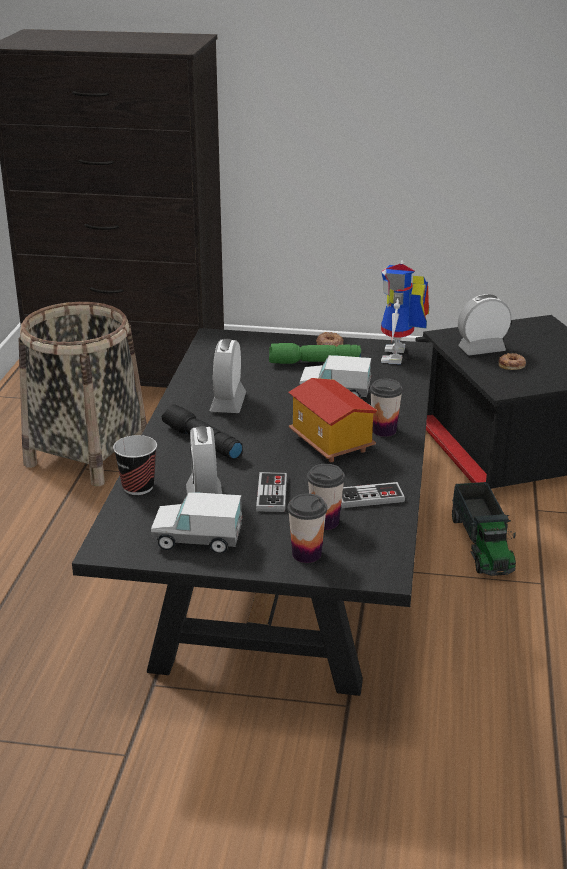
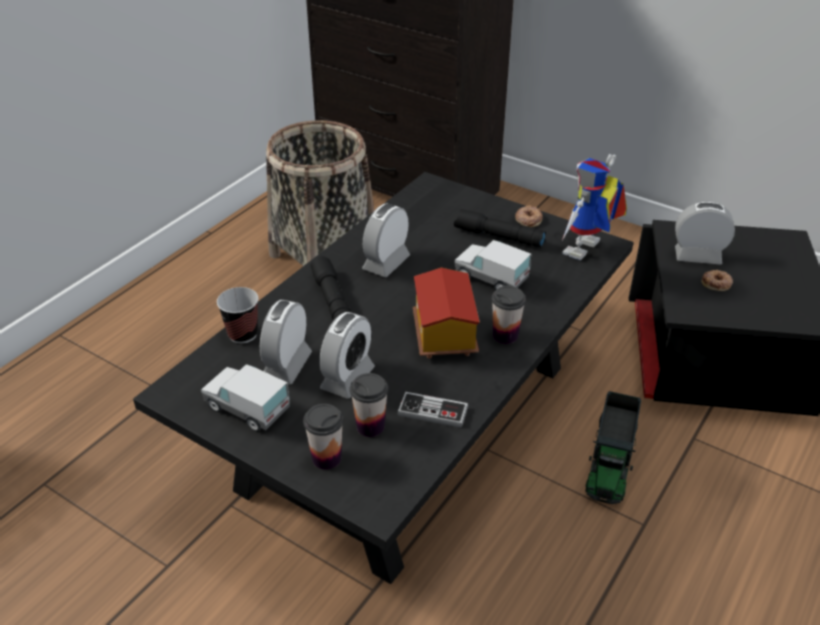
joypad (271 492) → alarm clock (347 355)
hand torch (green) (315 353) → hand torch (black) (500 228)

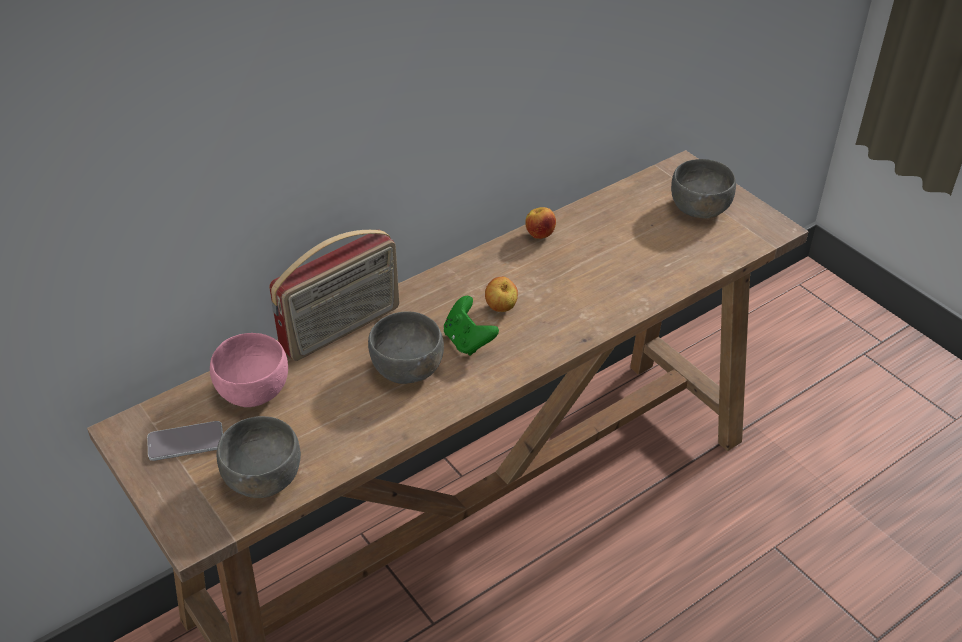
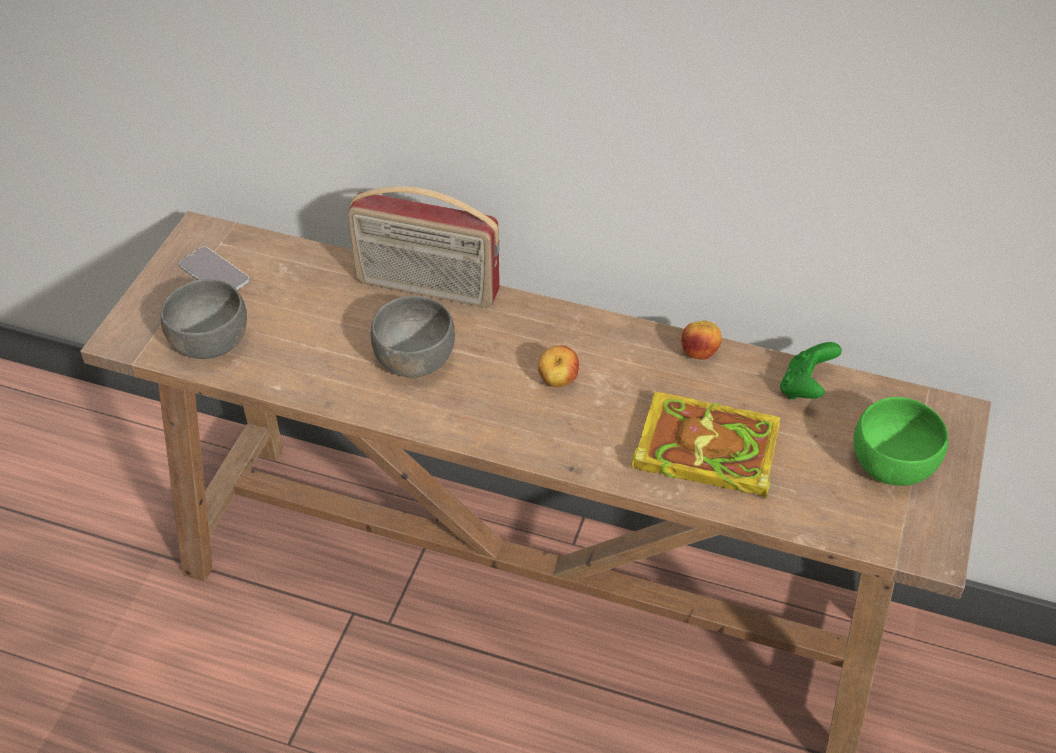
- → bound book (705 445)
joypad (green) (471 326) → joypad (green) (811 370), relocated
deep dish (gray) (703 188) → deep dish (green) (901 441)
deep dish (pinkish) (249 370) → -

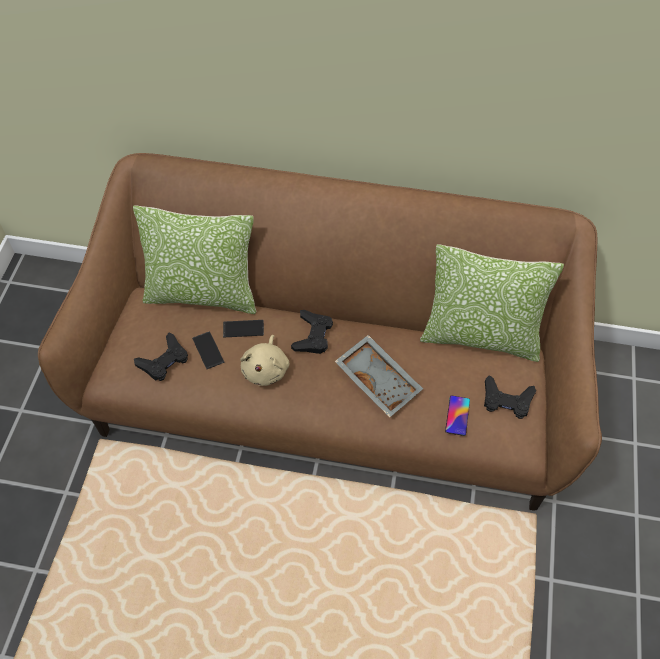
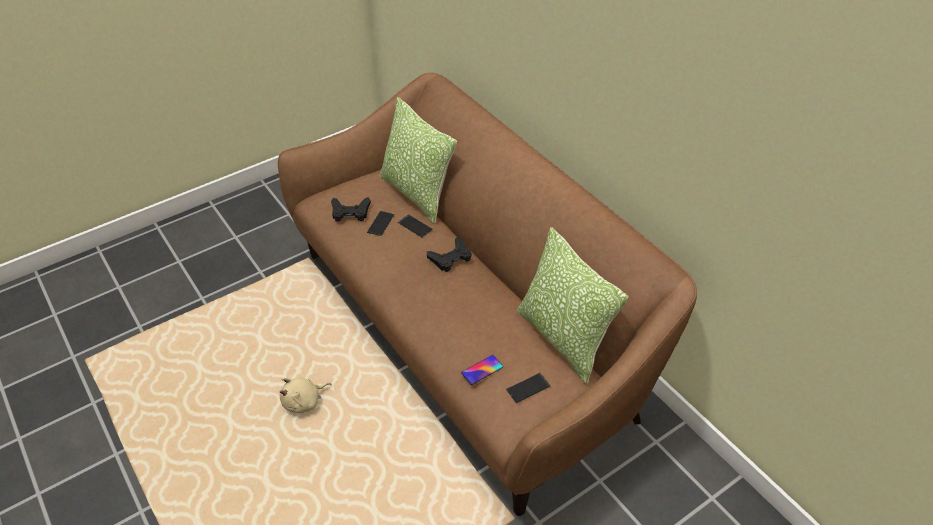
plush toy (sand-coloured) (264 360) → plush toy (sand-coloured) (305 395), relocated
joypad (black) (510 397) → handset (528 388)
serving tray (gray) (379 376) → -

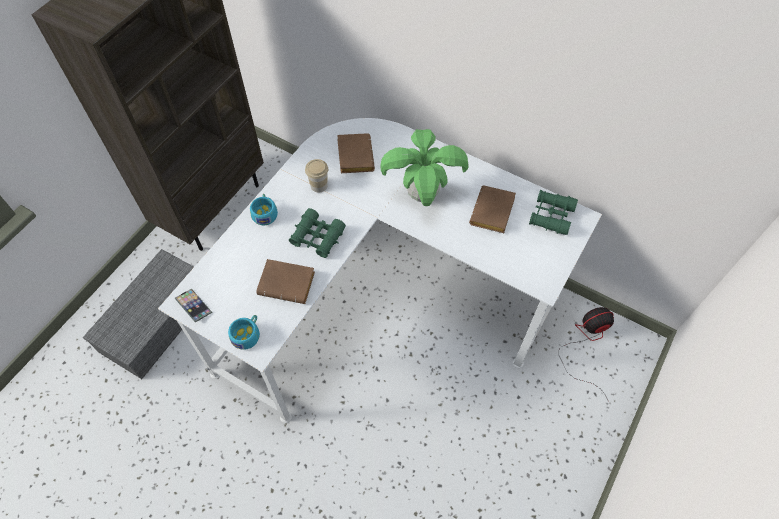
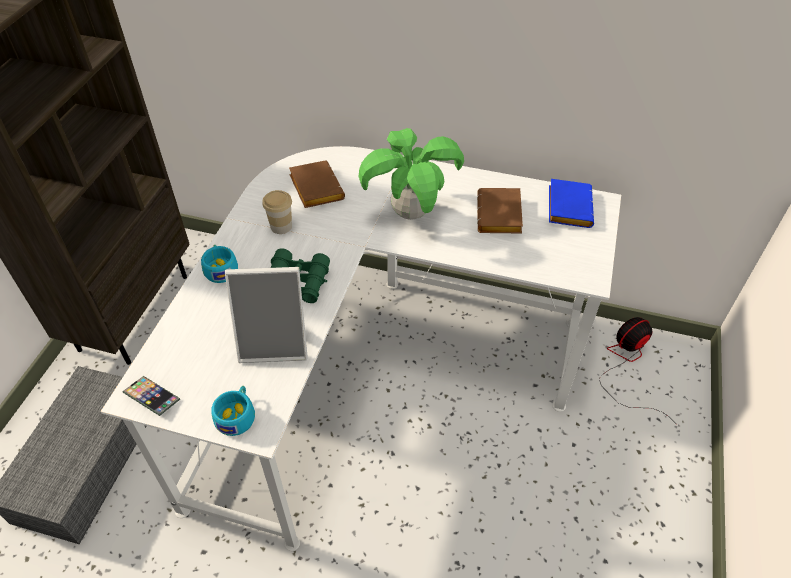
bound book (brownish) (285 281) → photo frame (266 315)
binoculars (green) (553 212) → bound book (blue) (571 203)

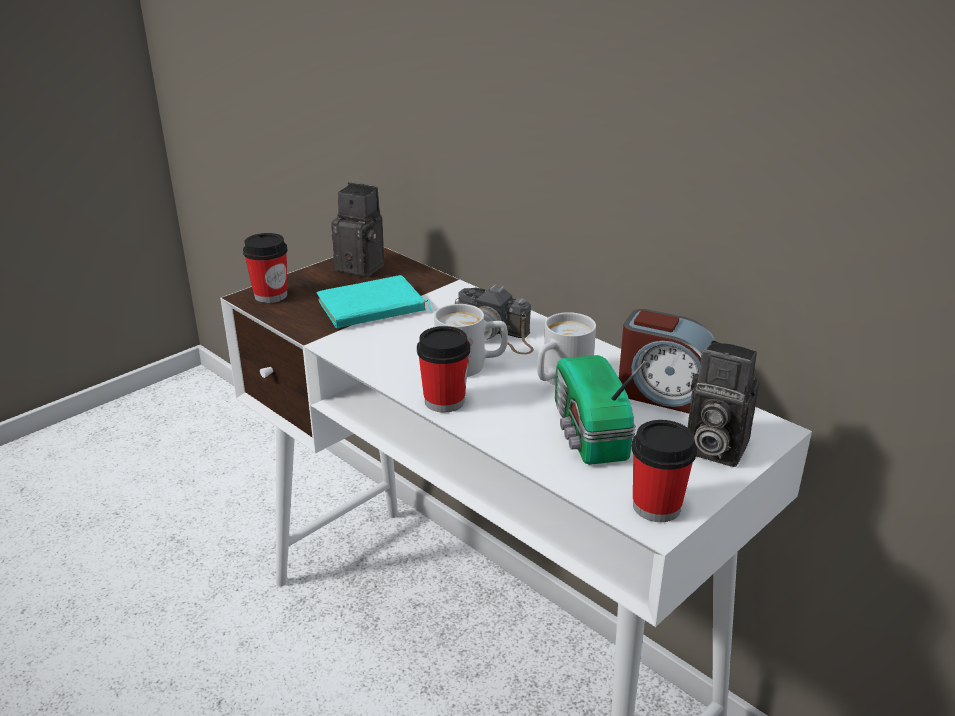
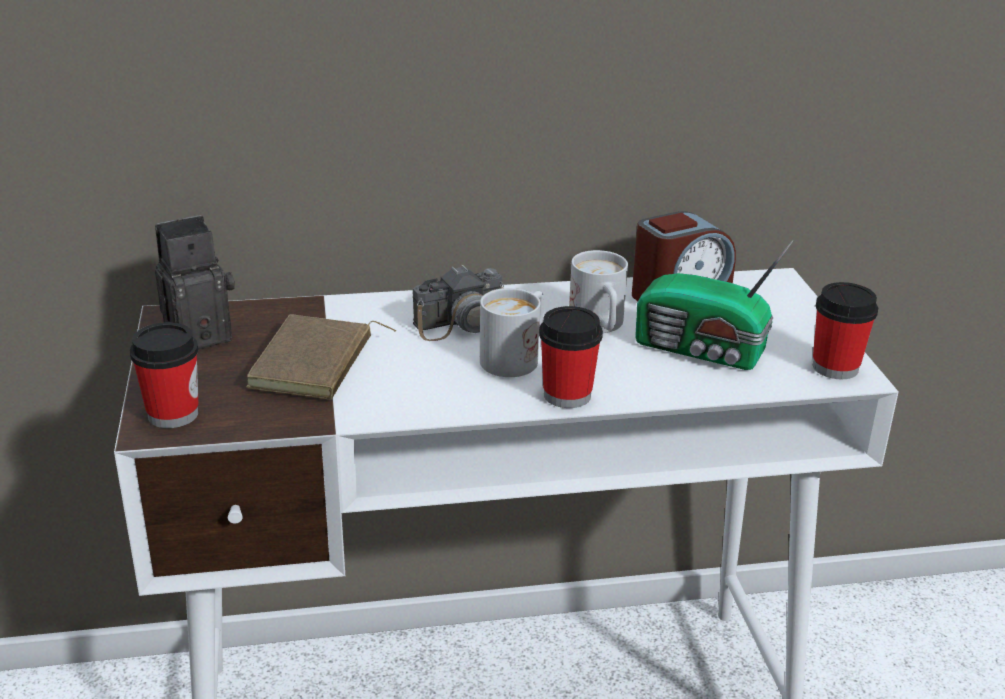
bound book (turquoise) (375 301) → bound book (brownish) (321 357)
still camera (724 404) → -

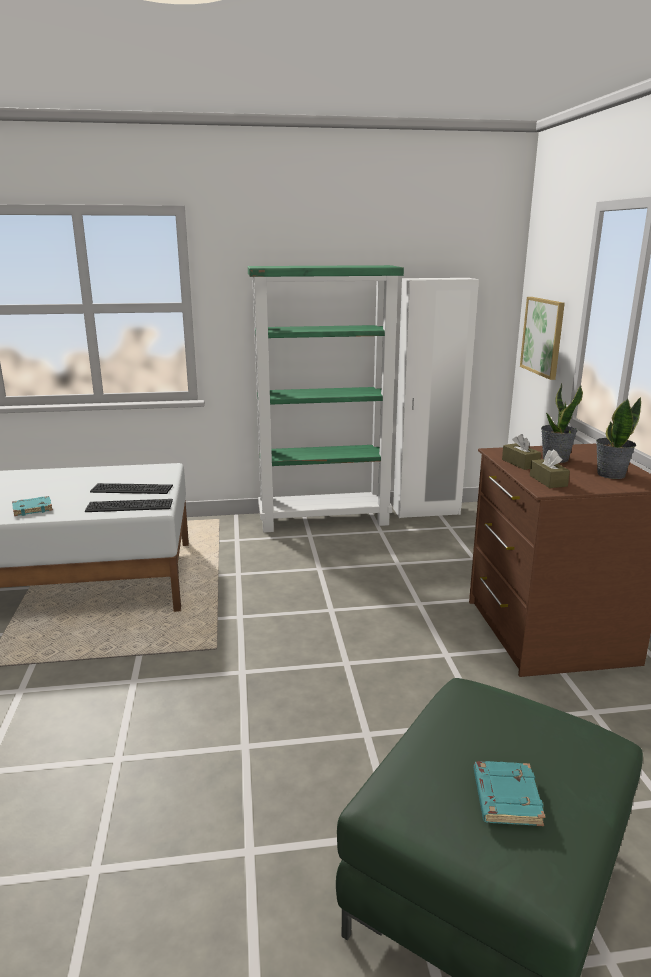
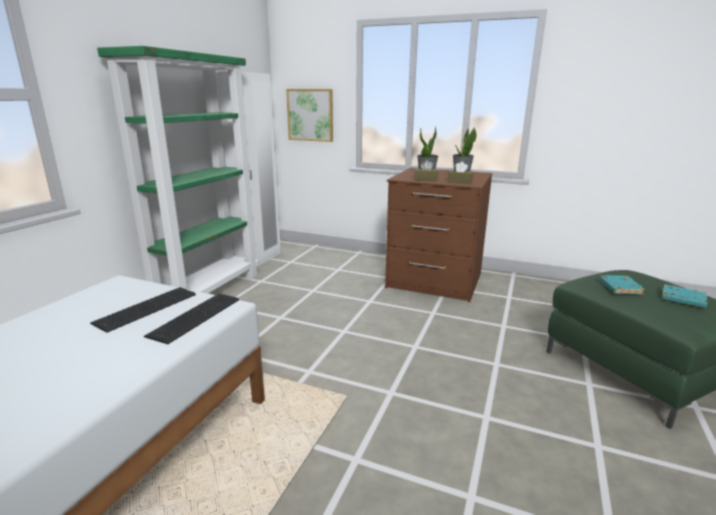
bound book (turquoise) (32 506) → bound book (turquoise) (622 285), relocated

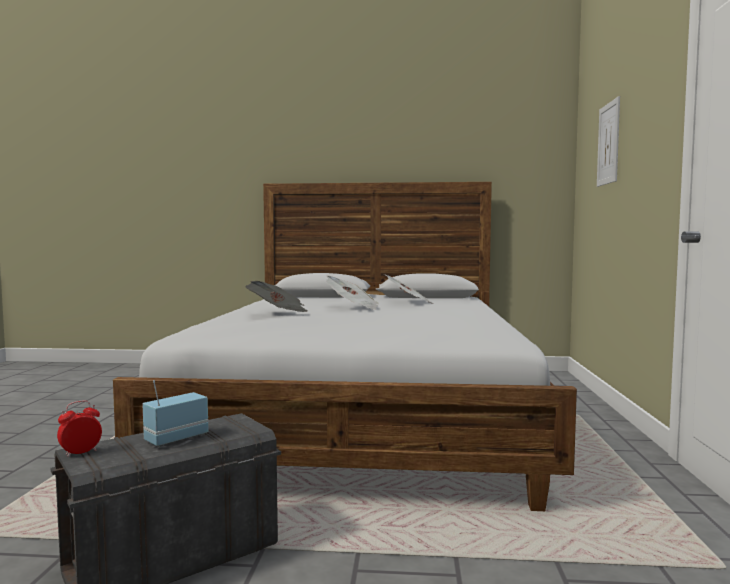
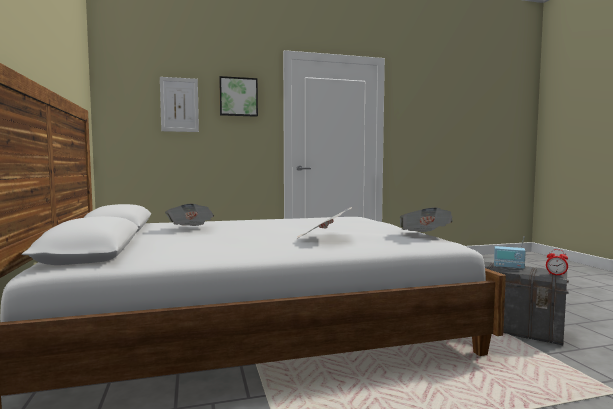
- → picture (238 96)
newspaper (352 292) → newspaper (426 219), relocated

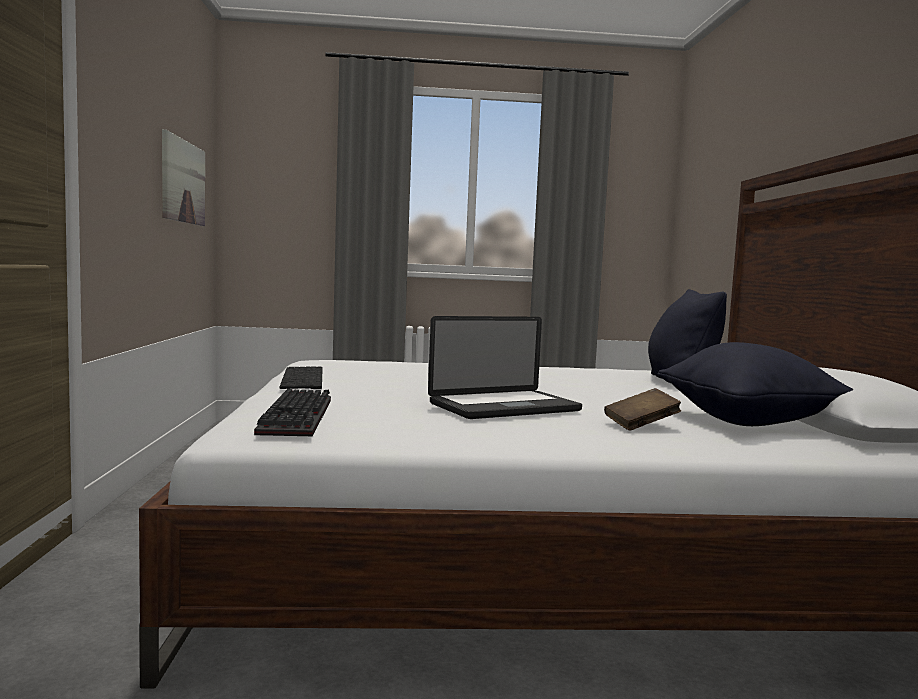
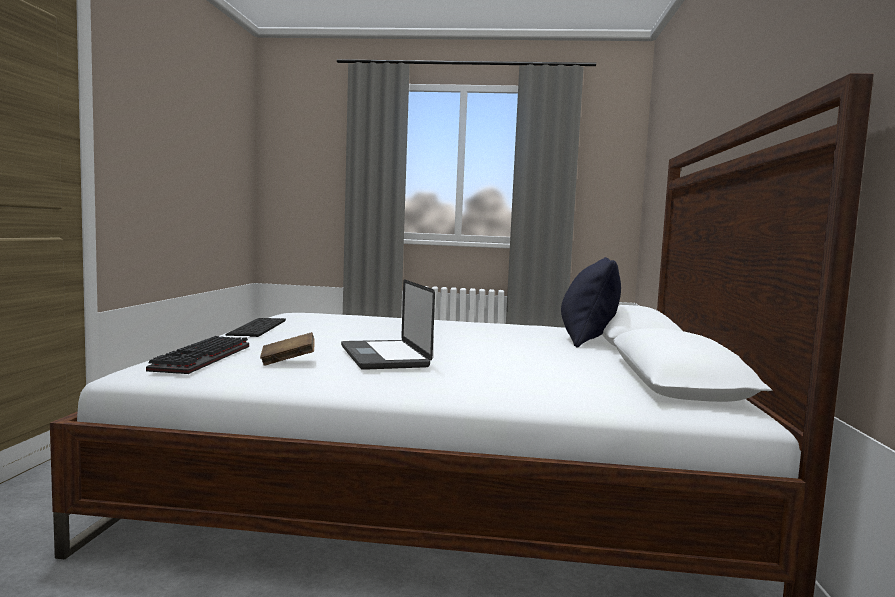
bound book (brownish) (642 409) → bound book (brownish) (287 349), relocated
laptop (505 367) → laptop (388 324), 90 degrees clockwise
picture (183 177) → -
cushion (black) (755 384) → -

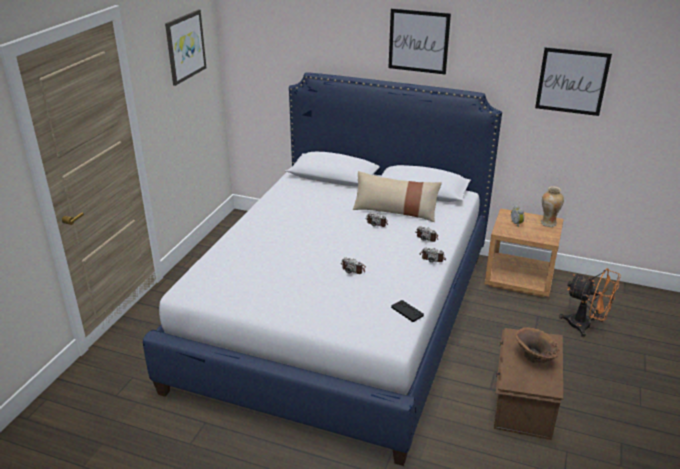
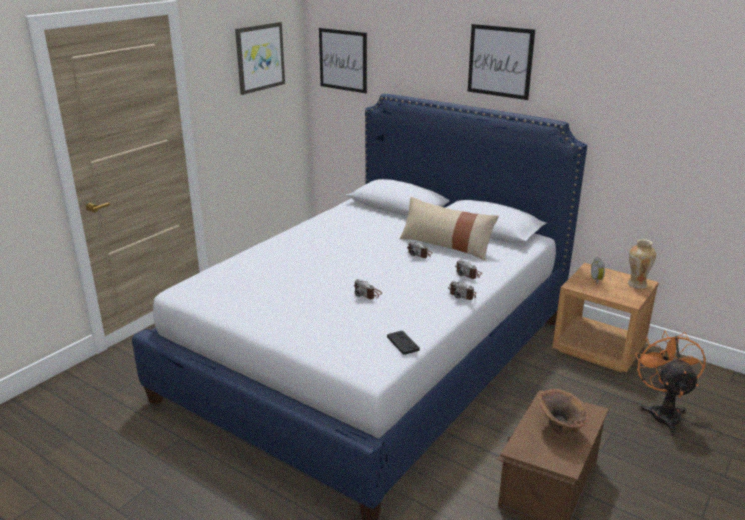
picture (573 81) → picture (343 60), relocated
cooling fan (orange-coloured) (590 302) → cooling fan (orange-coloured) (670 382), 135 degrees counterclockwise

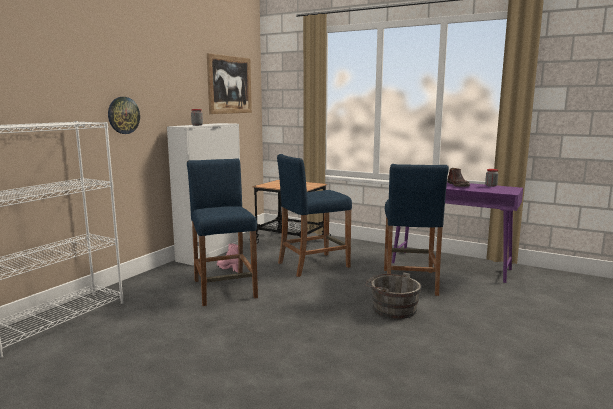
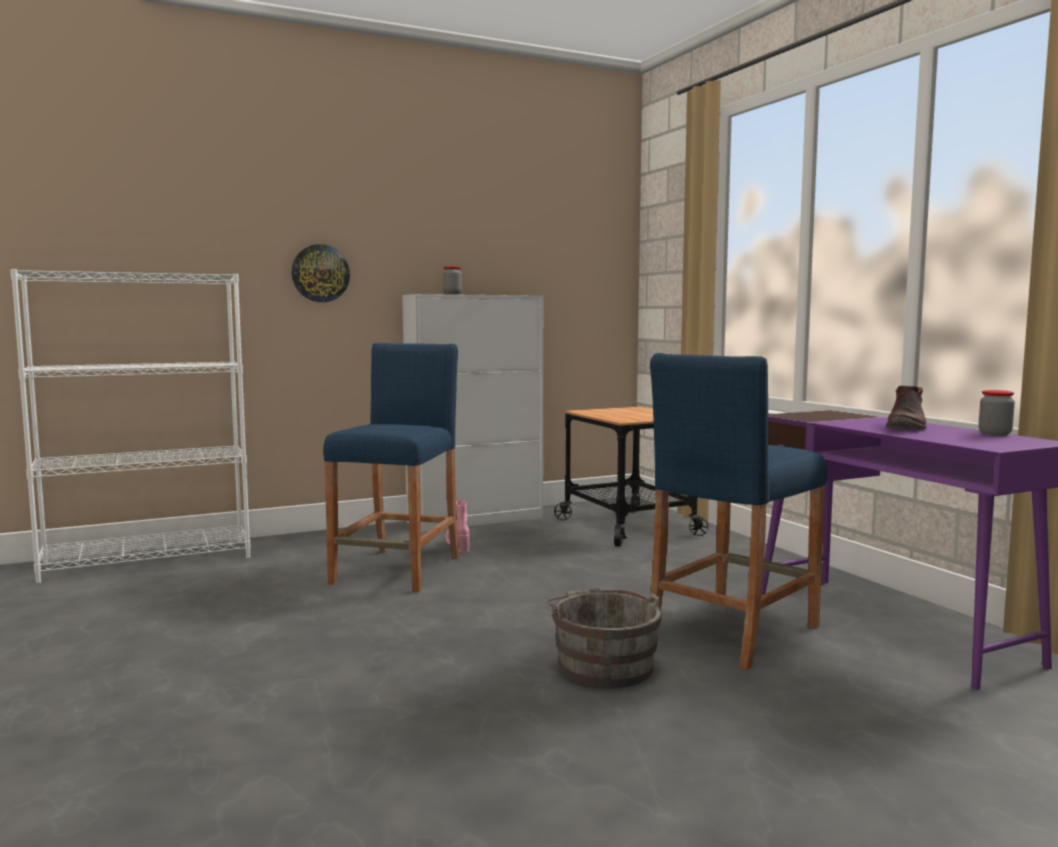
picture (229 83) → -
stool seat (blue) (314 215) → -

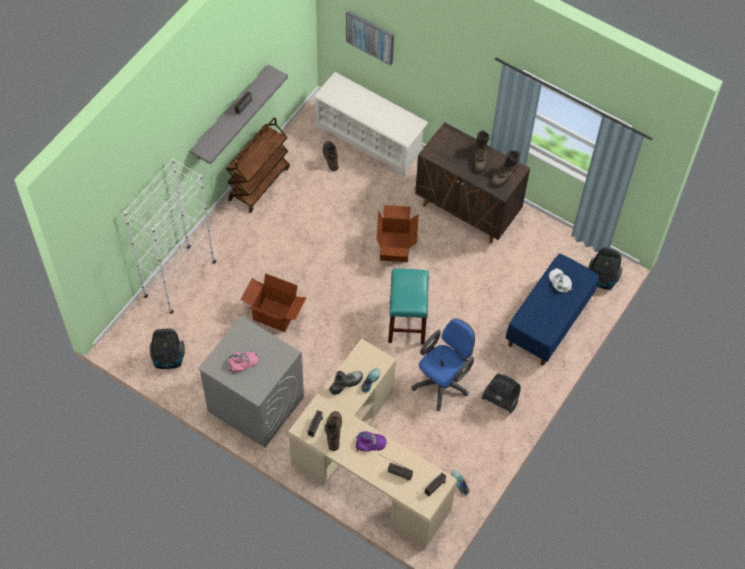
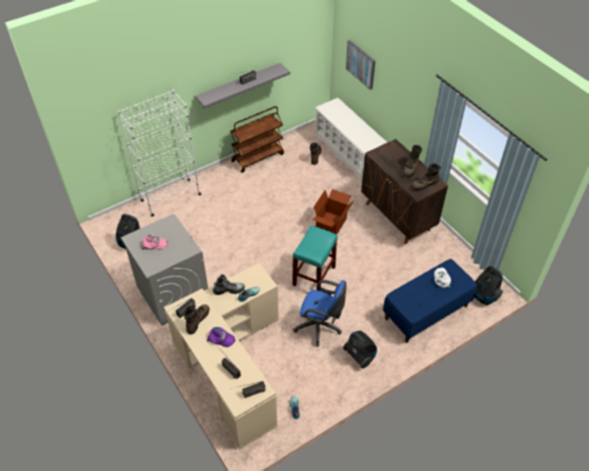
computer chair (blue) (443 364) → computer chair (blue) (319 313), 45 degrees clockwise
packing box (273 302) → -

